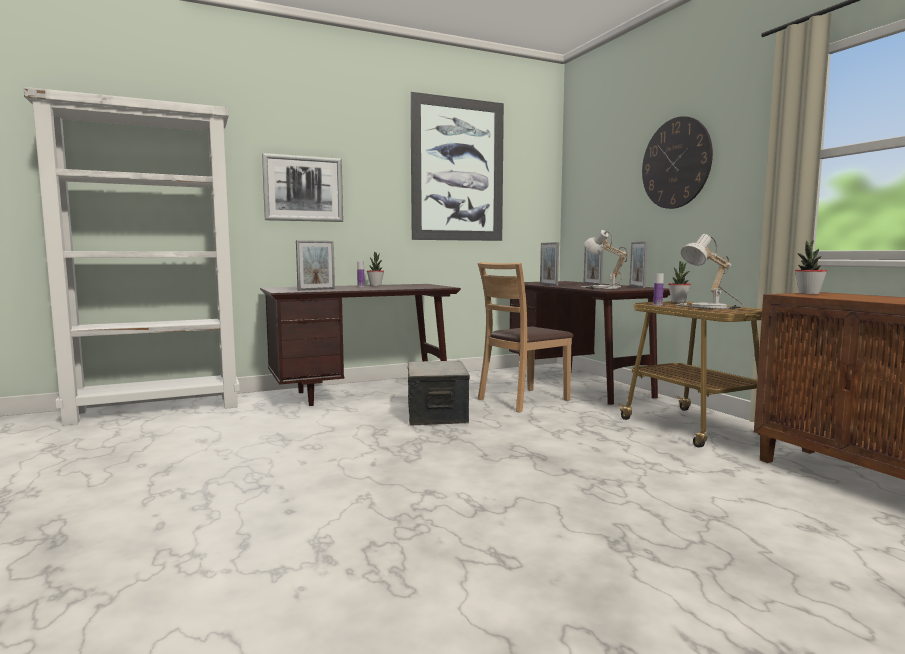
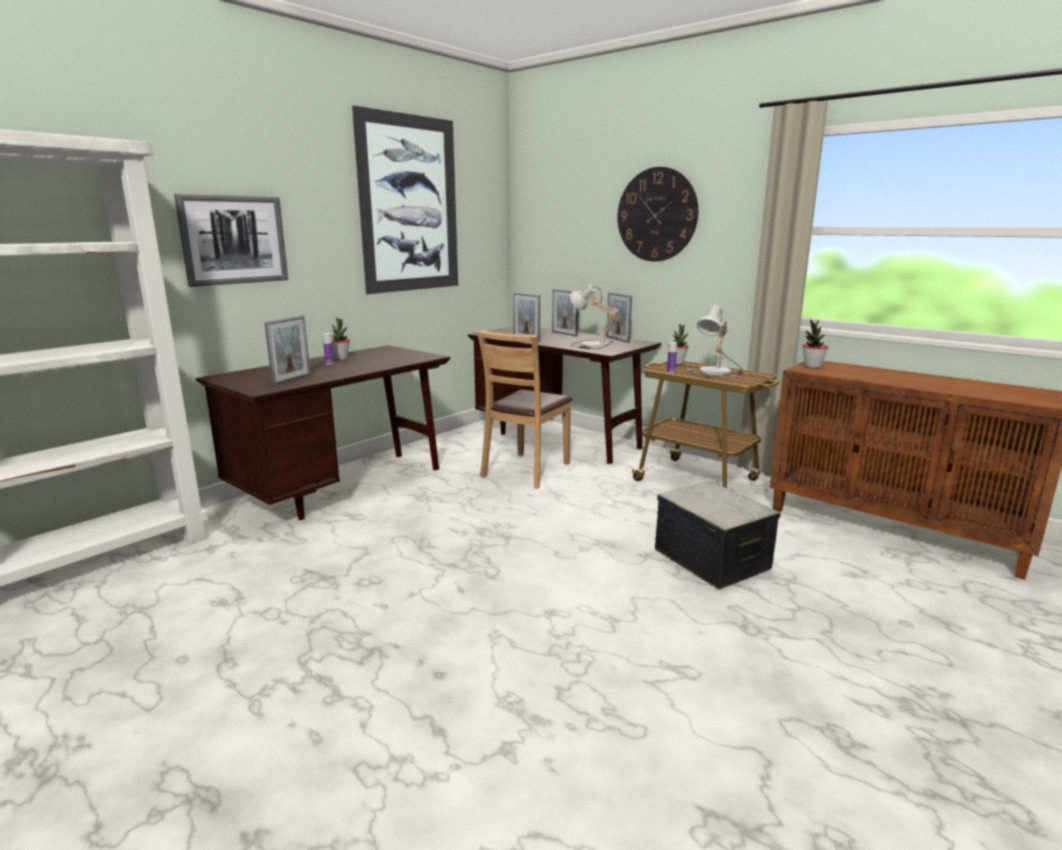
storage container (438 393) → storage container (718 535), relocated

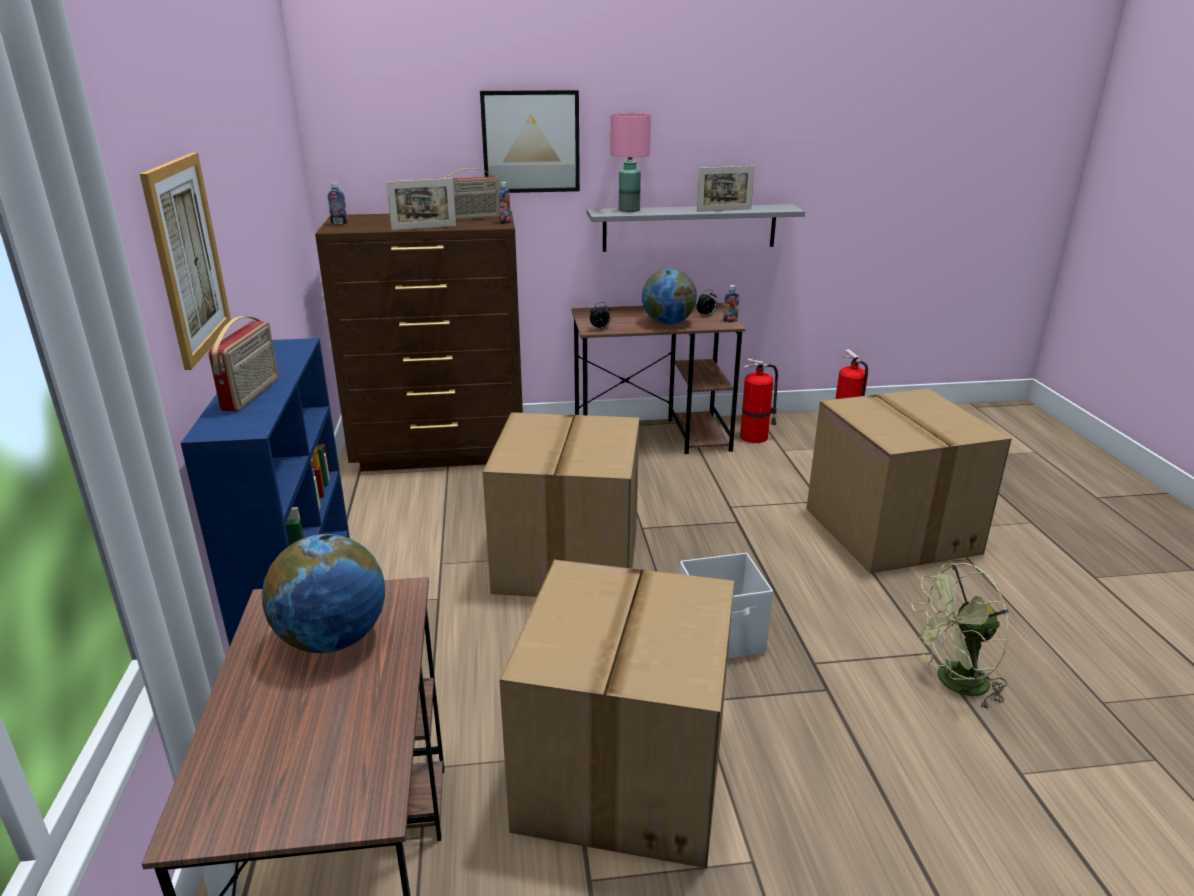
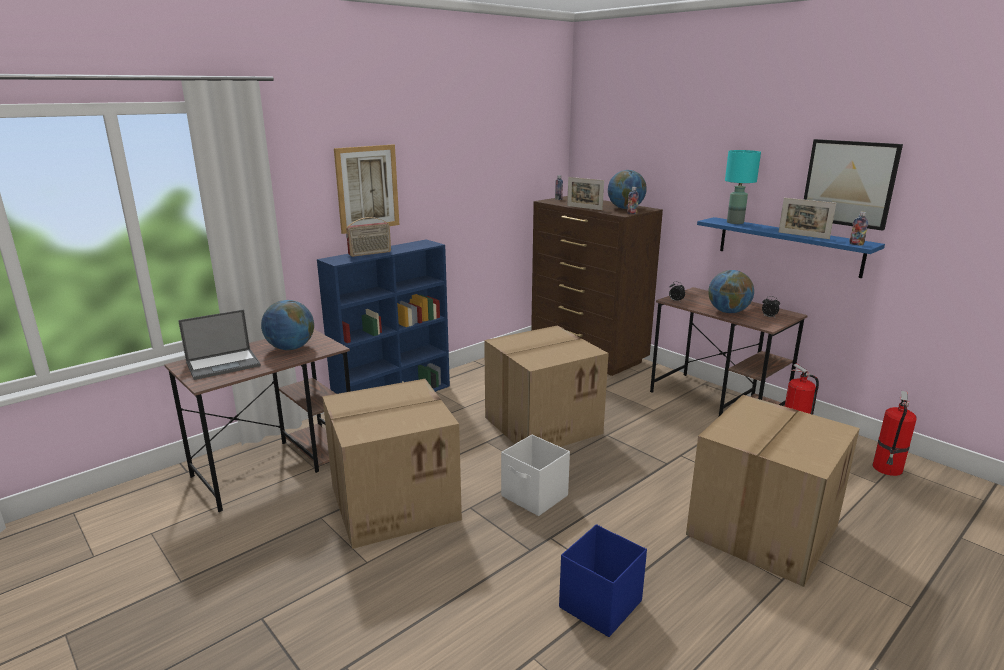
- → laptop (219 345)
cooling fan (green) (960 636) → storage container (blue) (603 580)
radio receiver (471 194) → desk globe (627 189)
wall shelf (gray) (696 228) → wall shelf (blue) (791 247)
tabletop lamp (pinkish) (630 162) → tabletop lamp (turquoise) (743 187)
picture (530 141) → picture (853 185), relocated
beverage bottle (731 303) → beverage bottle (859 228), relocated

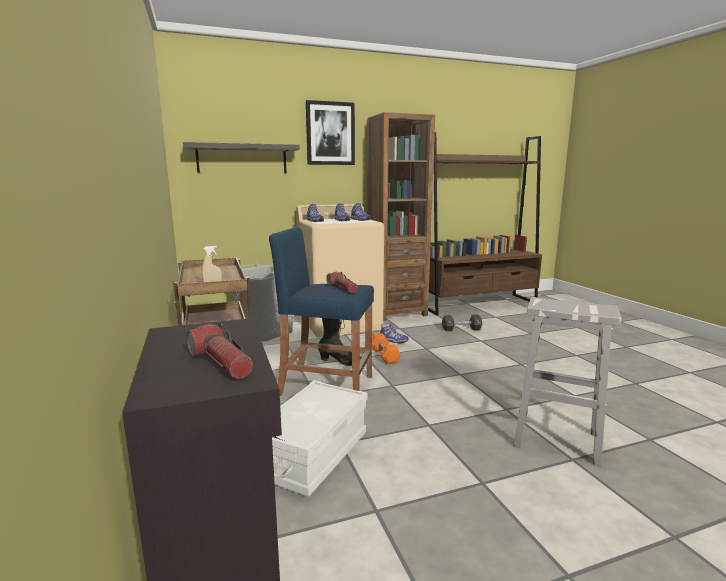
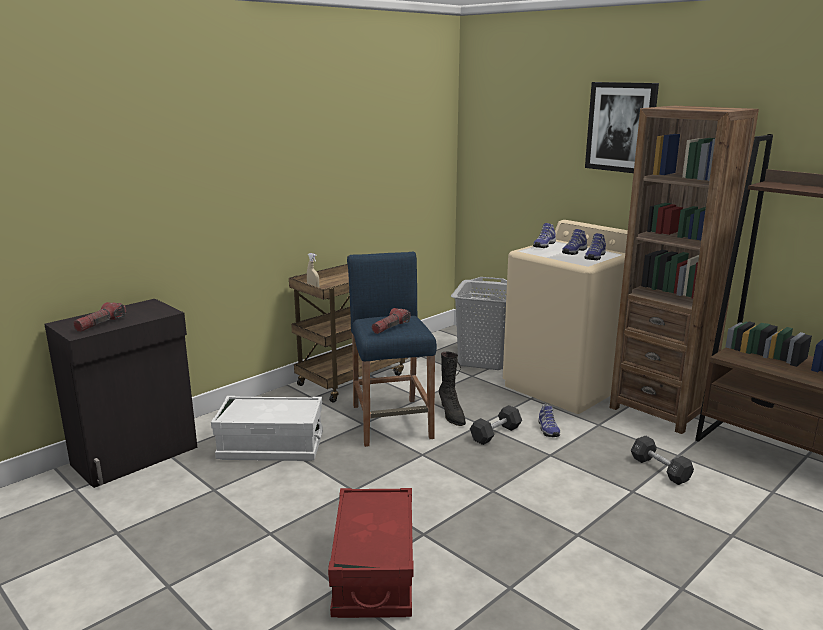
stool seat (white) (568 382) → storage container (red) (371 553)
dumbbell (orange-coloured) (386 348) → dumbbell (black) (496 425)
wall shelf (241 157) → -

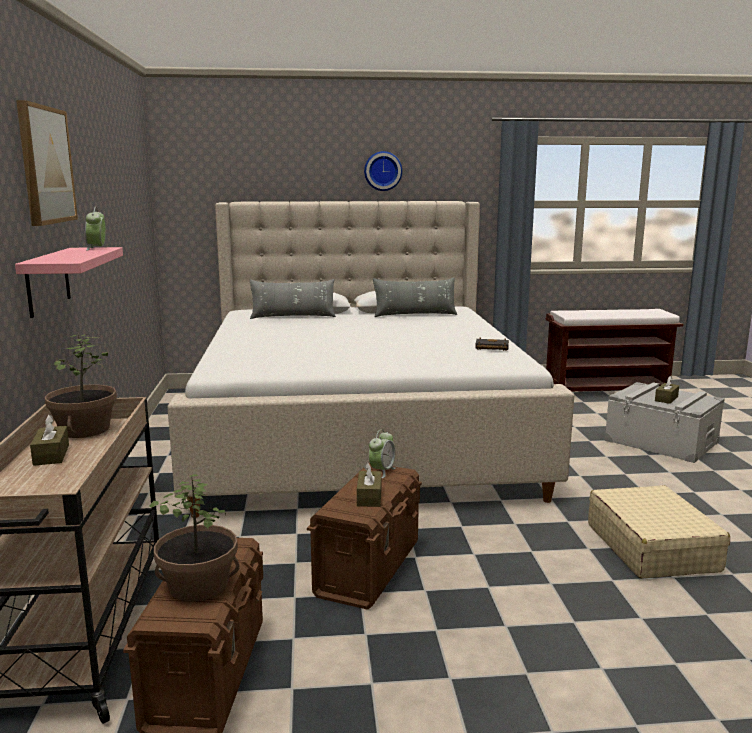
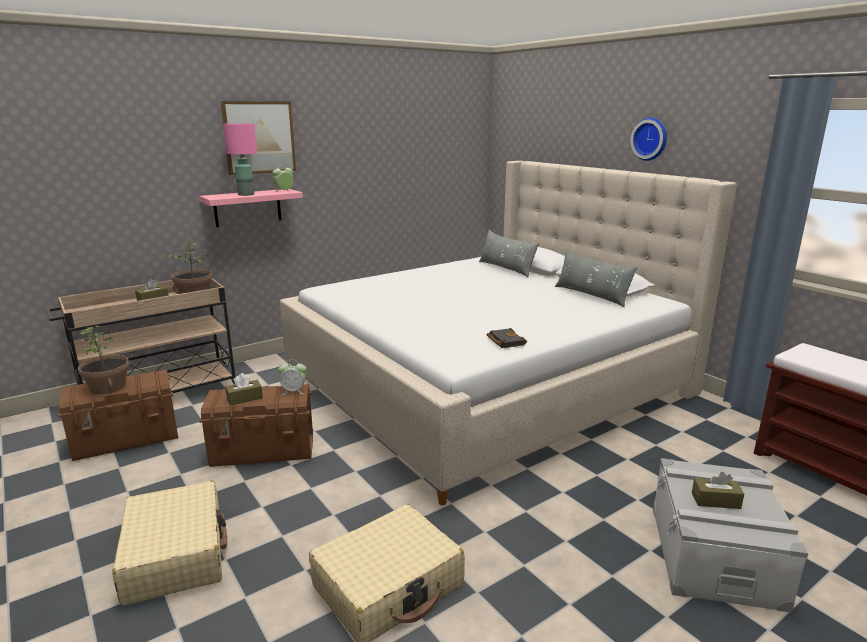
- → piece of luggage (sand-coloured) (169 543)
- → tabletop lamp (pinkish) (240 160)

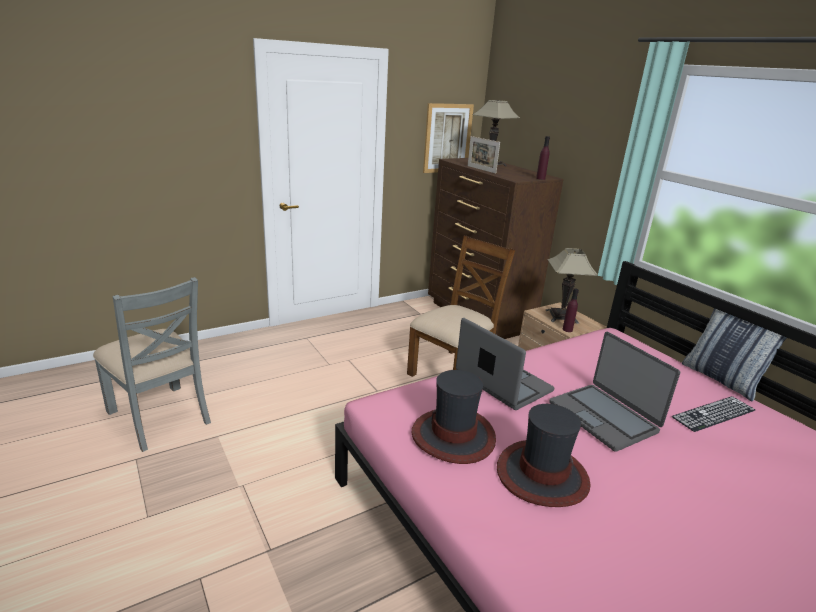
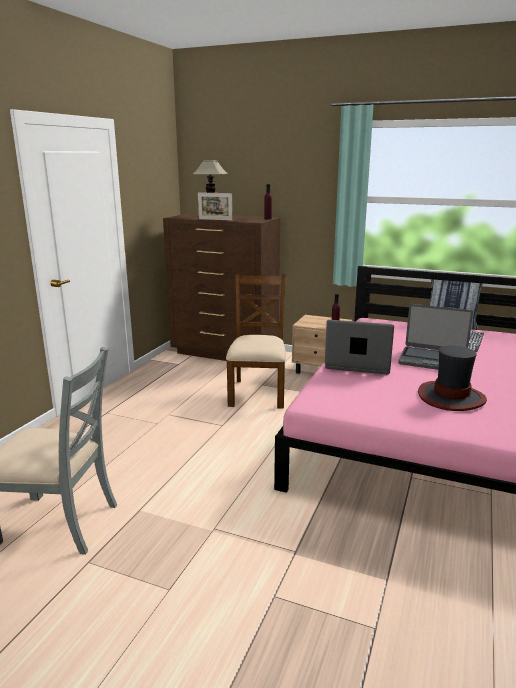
wearable hat (454 417) → -
picture (448 138) → -
tabletop lamp (571 286) → -

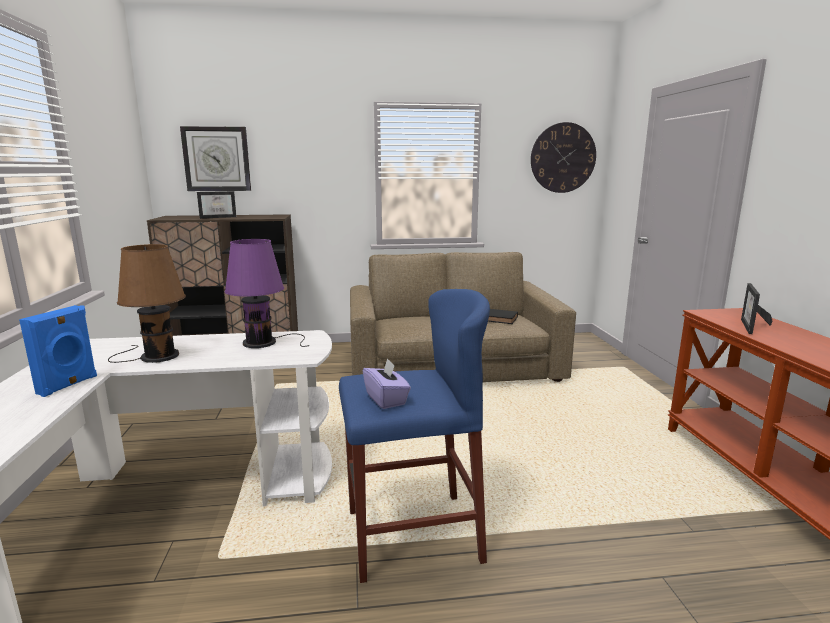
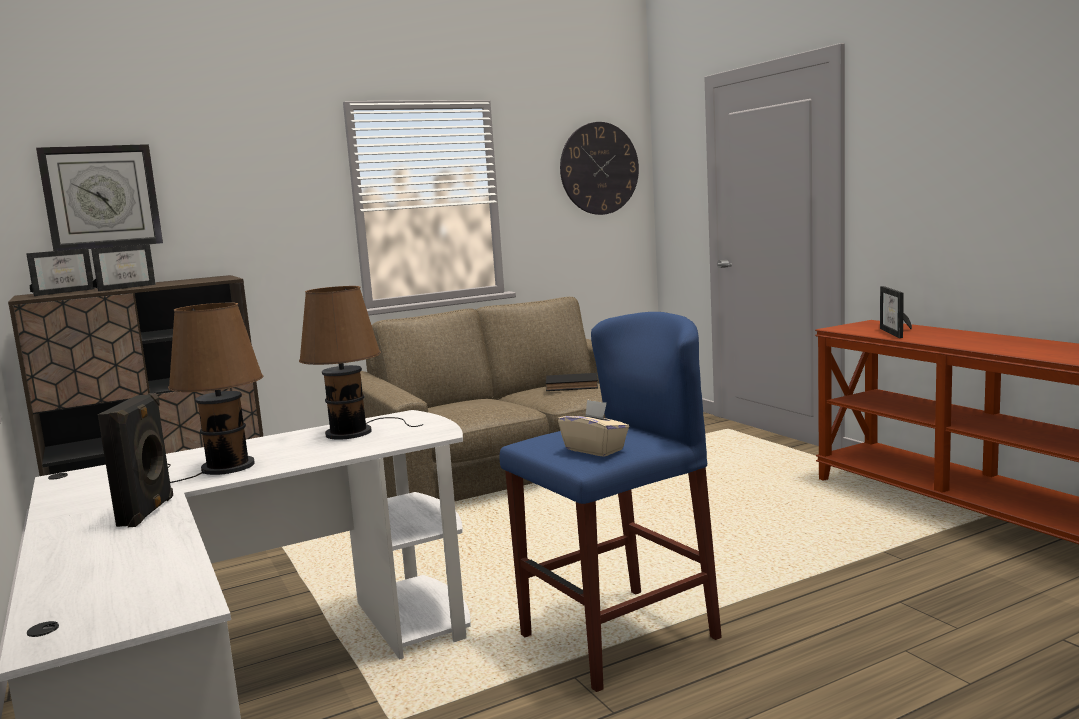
- → photo frame (60 272)
loudspeaker (blue) (58 351) → loudspeaker (black) (135 460)
tabletop lamp (purplish) (267 293) → tabletop lamp (brownish) (361 363)
tissue box (purplish) (387 383) → tissue box (sand-coloured) (593 428)

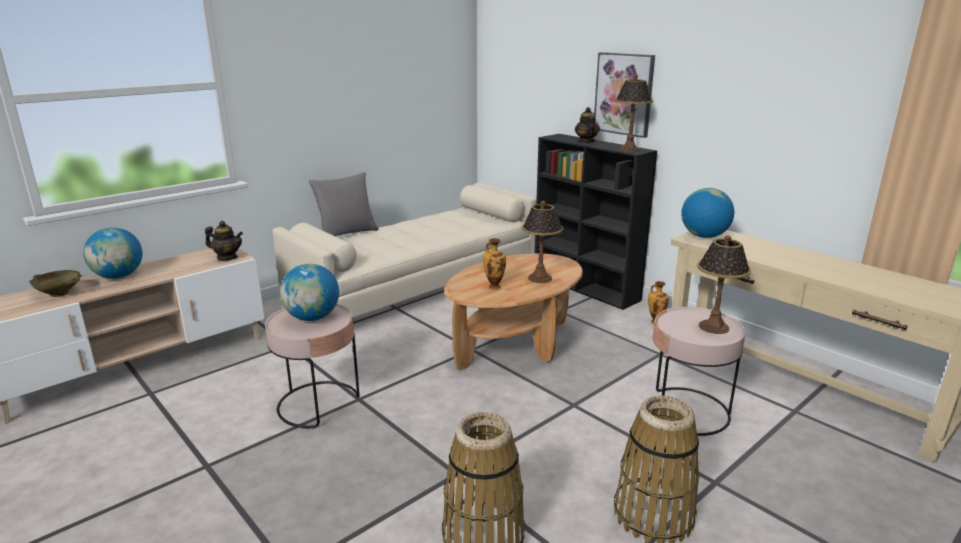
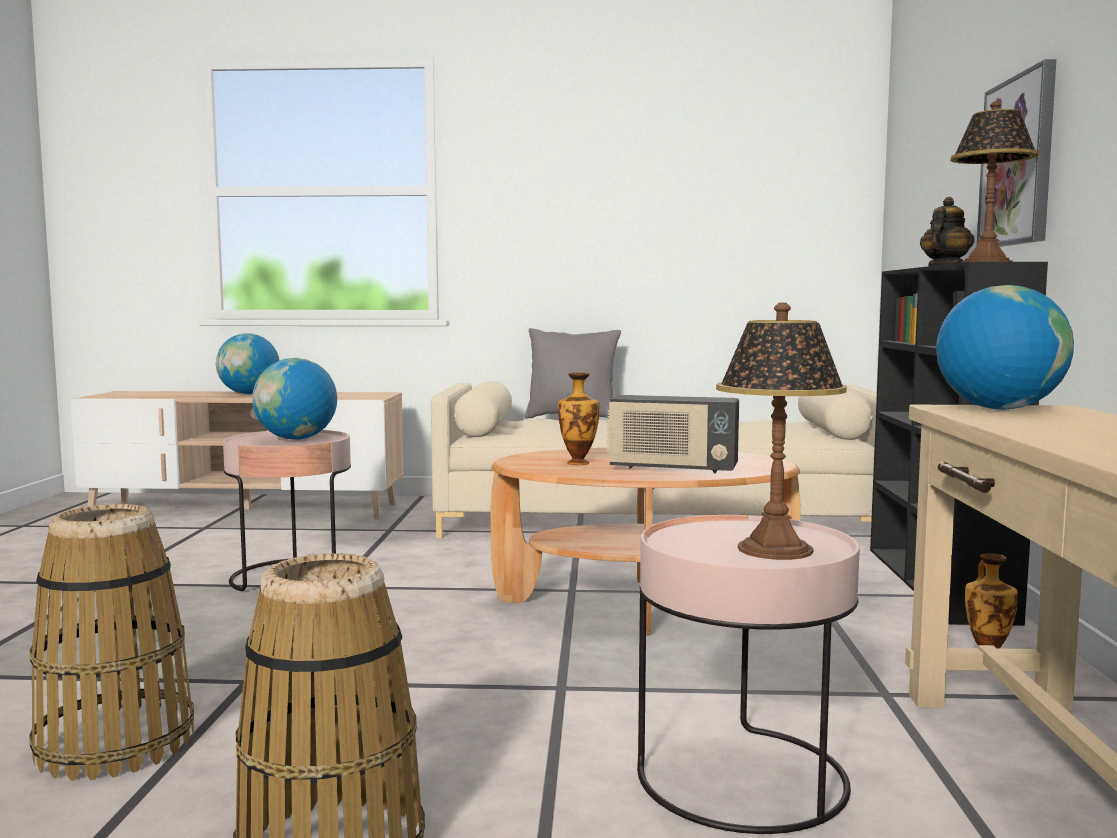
tabletop lamp (542 242) → radio receiver (673 434)
deep dish (sand-coloured) (55 283) → -
pot for tea (224 240) → -

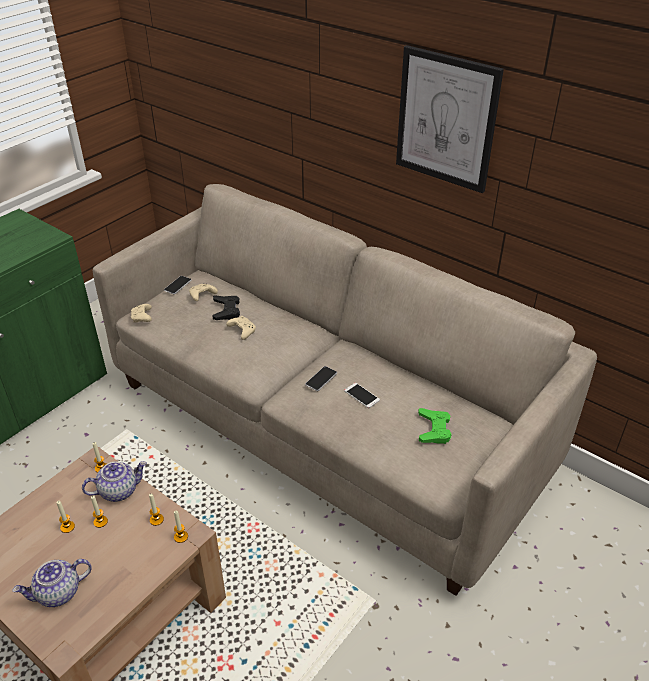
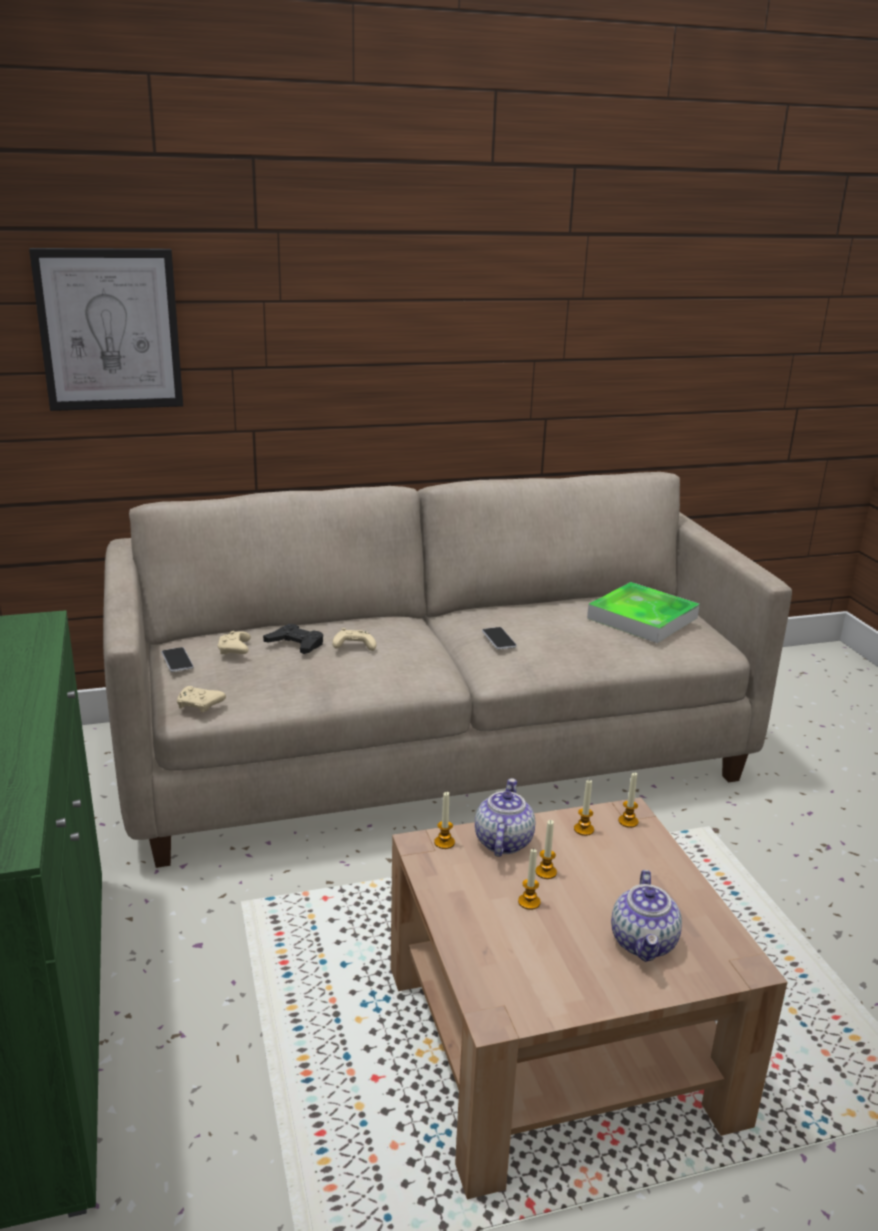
picture (450 119) → picture (106 329), relocated
joypad (green) (435 426) → serving tray (643 612)
handset (362 395) → -

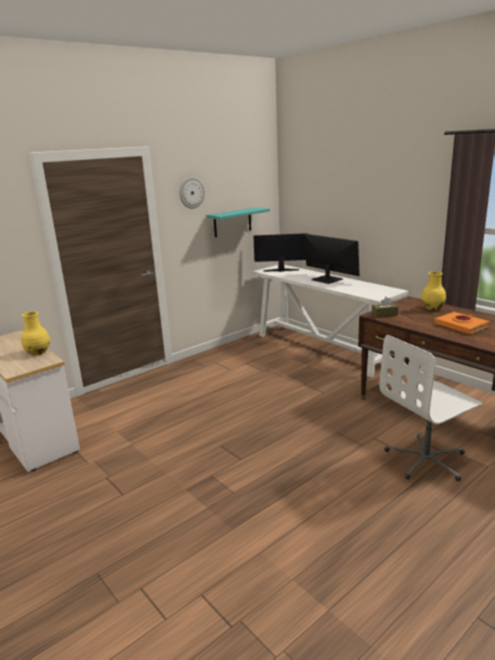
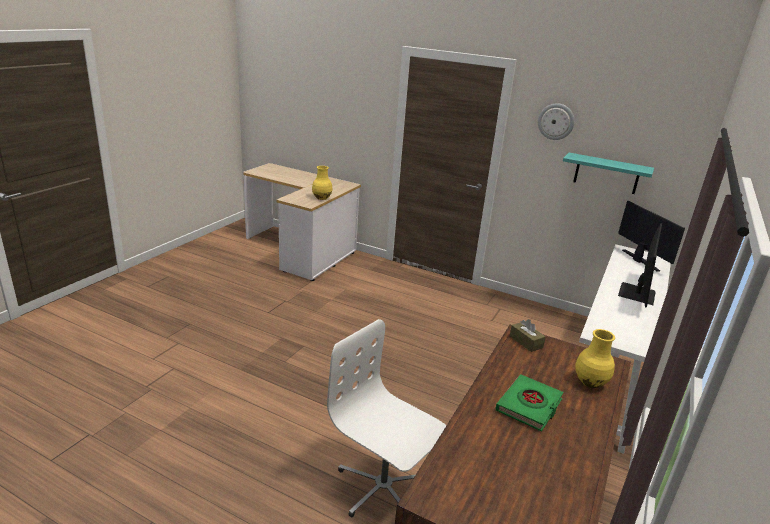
bound book (orange-coloured) (461 323) → bound book (green) (529 403)

